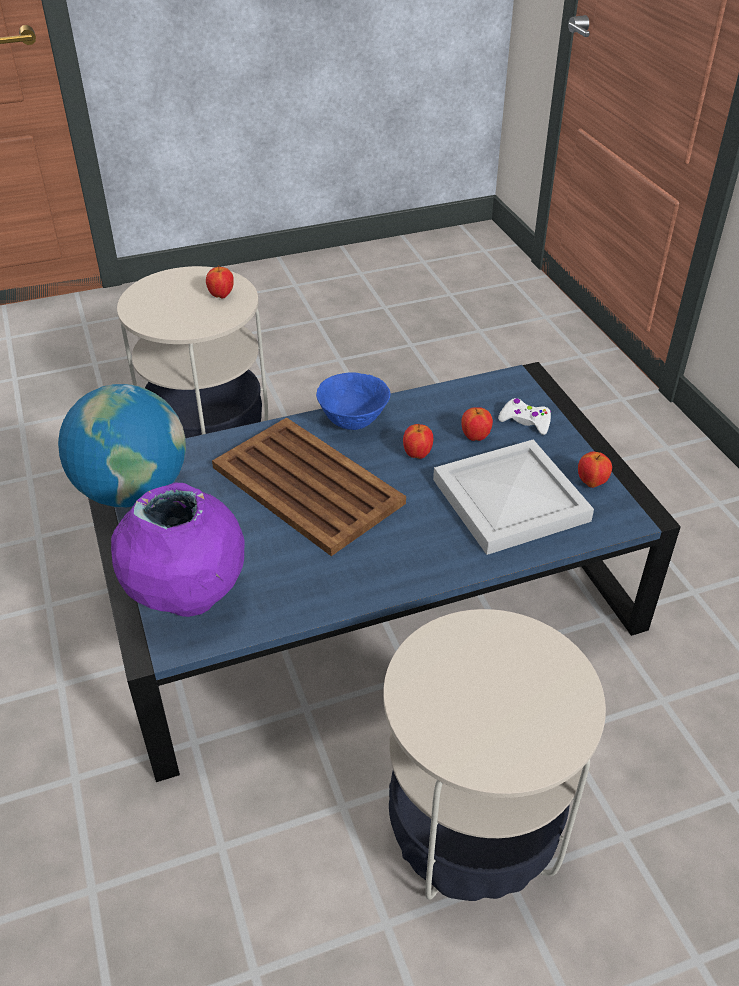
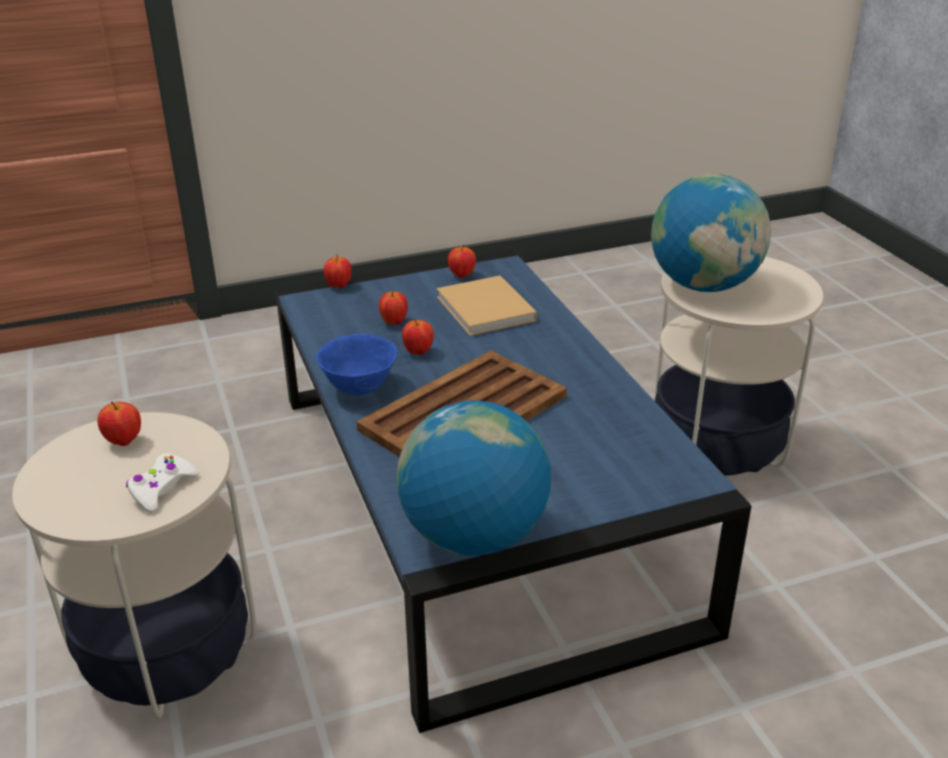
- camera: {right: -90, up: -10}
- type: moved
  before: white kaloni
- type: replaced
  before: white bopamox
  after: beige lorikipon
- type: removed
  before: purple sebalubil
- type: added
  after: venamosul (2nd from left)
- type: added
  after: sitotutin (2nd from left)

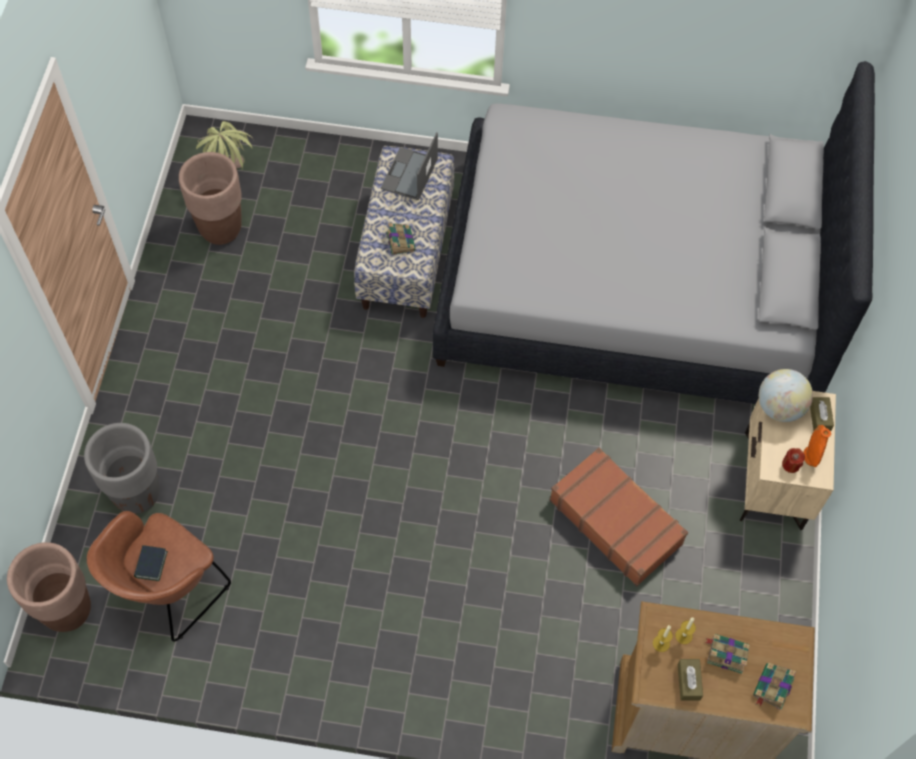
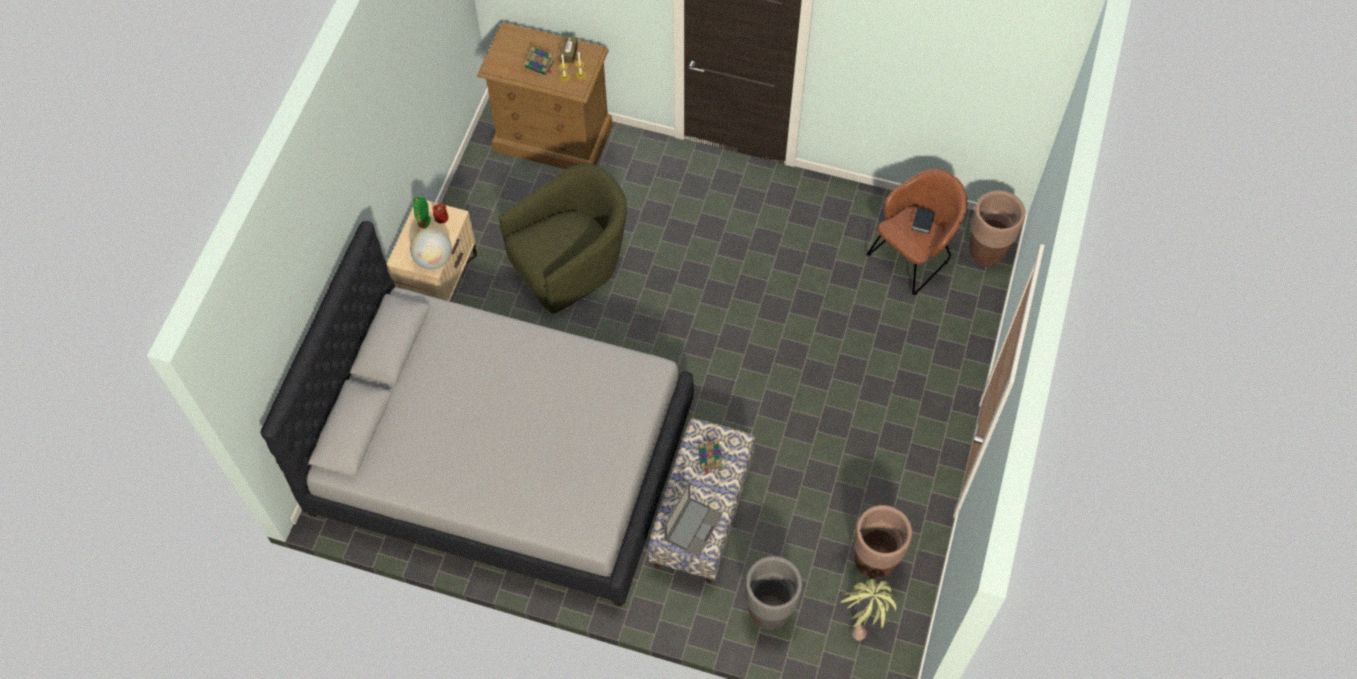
- camera: {right: -170, up: 0}
- type: removed
  before: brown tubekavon (2nd from left)
- type: moved
  before: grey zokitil
- type: recoloured
  before: orange sebalubil
  after: green sebalubil
- type: replaced
  before: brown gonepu
  after: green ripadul
- type: removed
  before: lorikipon (4th from left)

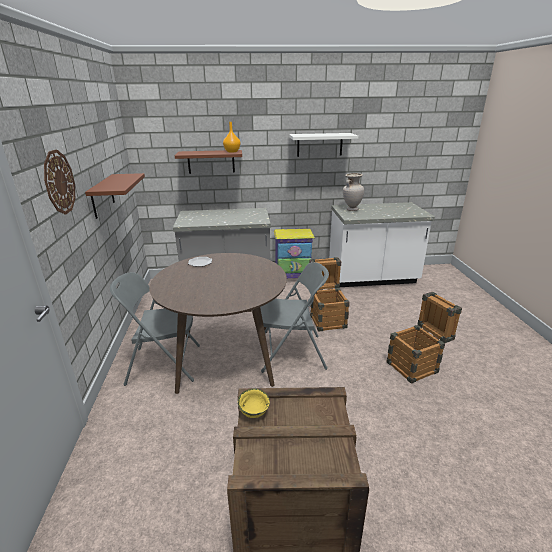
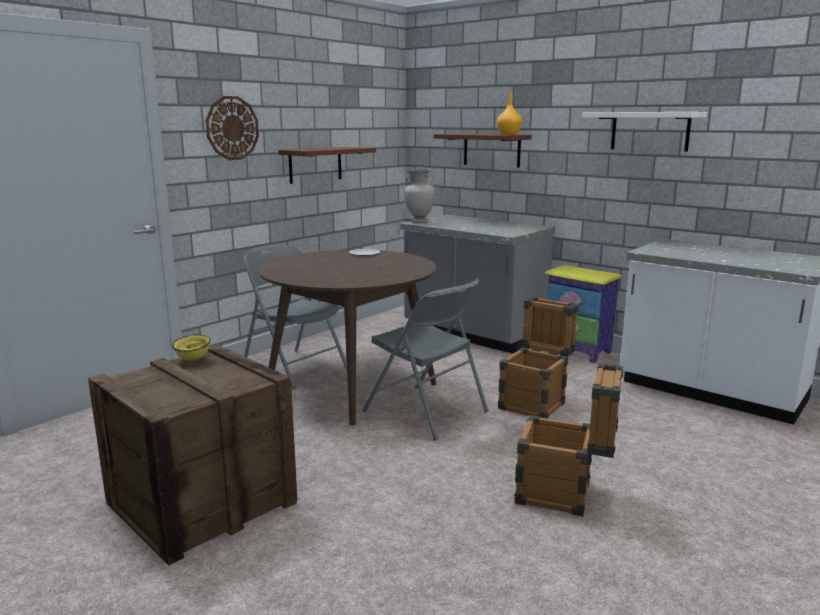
- camera: {right: 45, up: -10}
- type: moved
  before: beige sebalubil

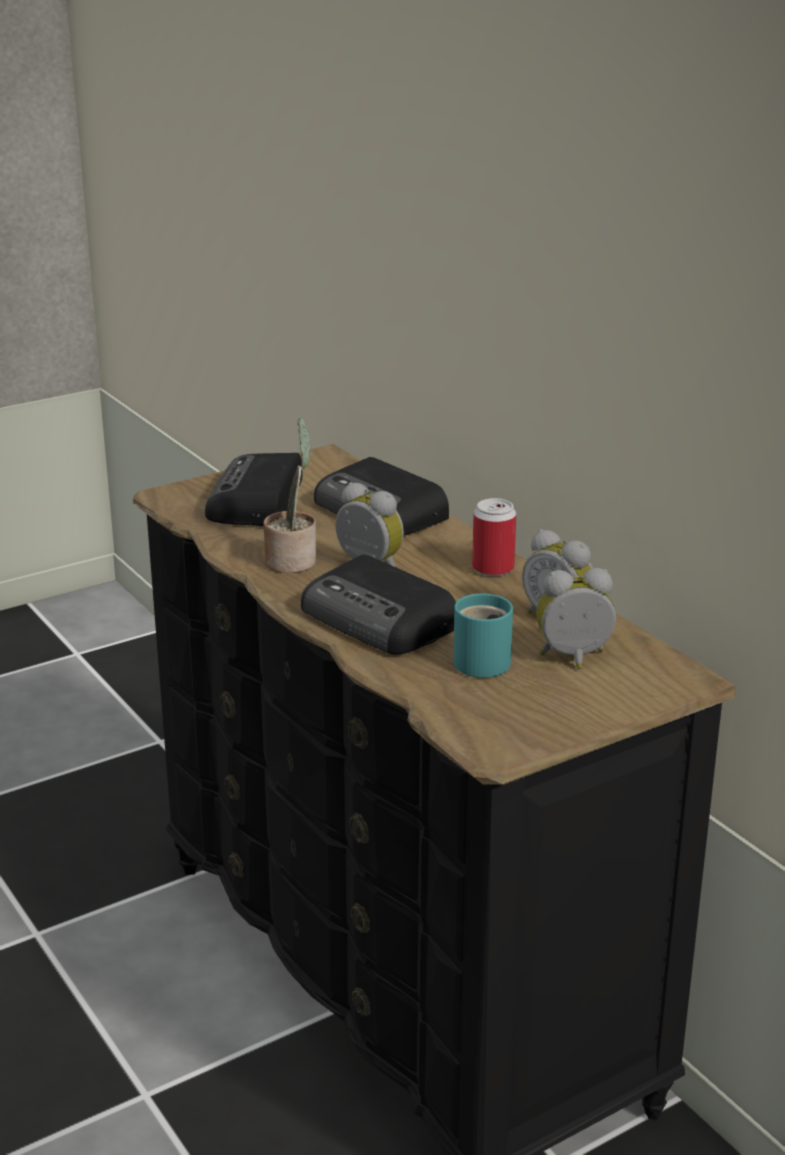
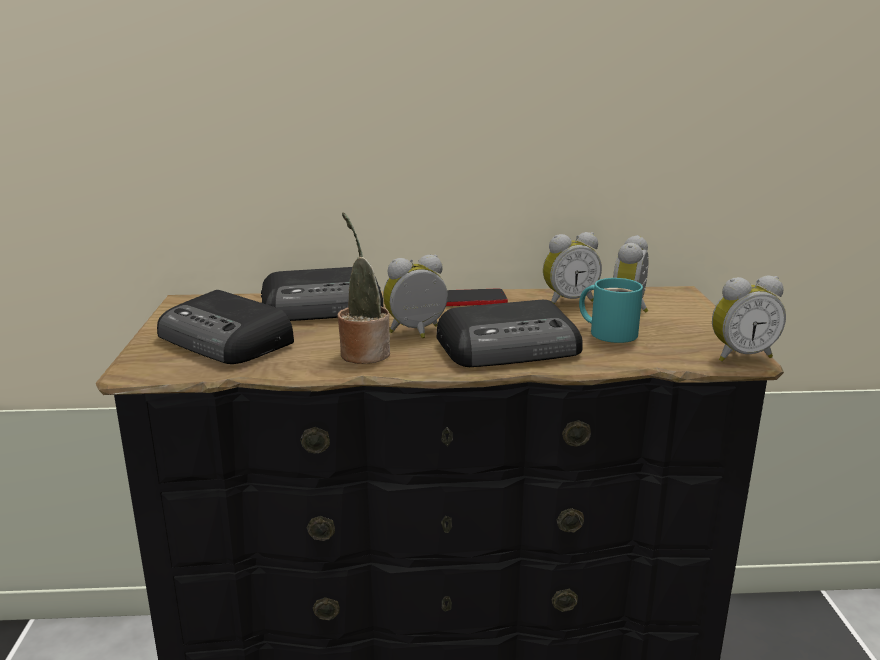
- camera: {right: -60, up: -5}
- type: replaced
  before: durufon
  after: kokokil
- type: added
  after: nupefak (4th from left)

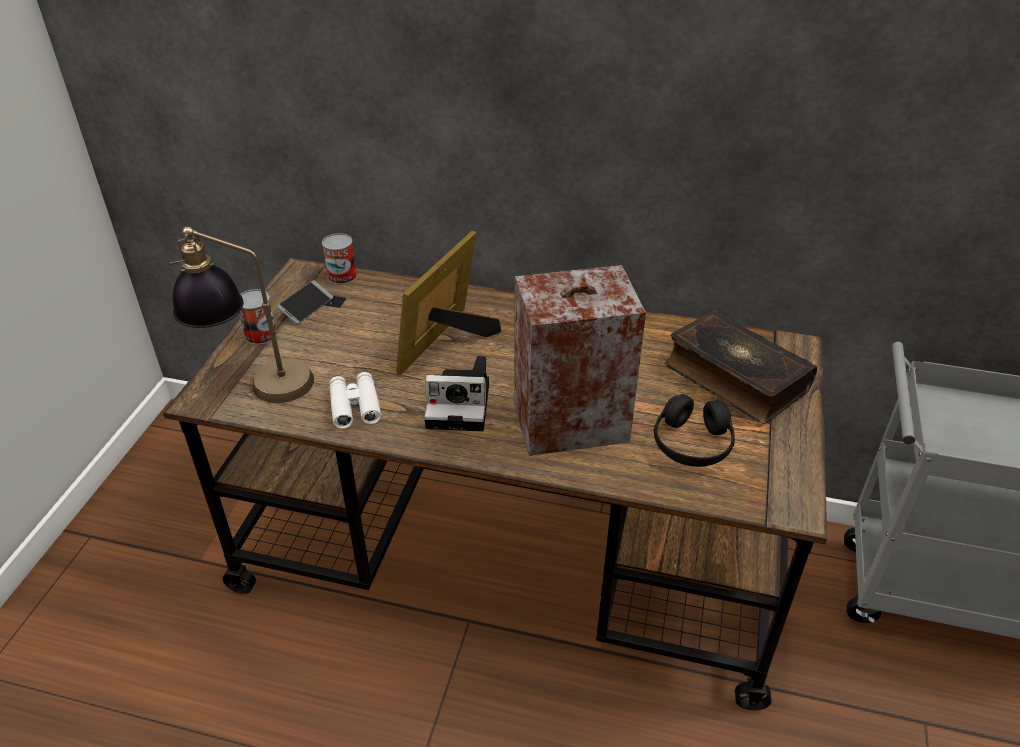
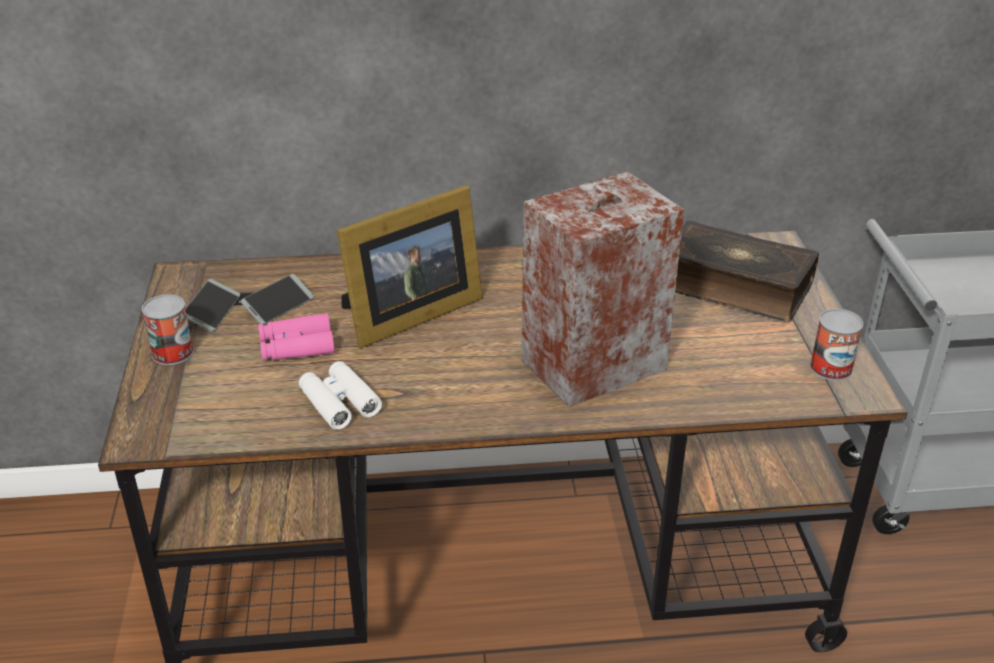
- camera: {right: -20, up: -5}
- type: removed
  before: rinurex
- type: turned
  before: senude
  turn: -135
- type: moved
  before: durufon (2nd from left)
- type: removed
  before: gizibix
- type: removed
  before: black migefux
- type: added
  after: kokokil (2nd from left)
- type: added
  after: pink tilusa

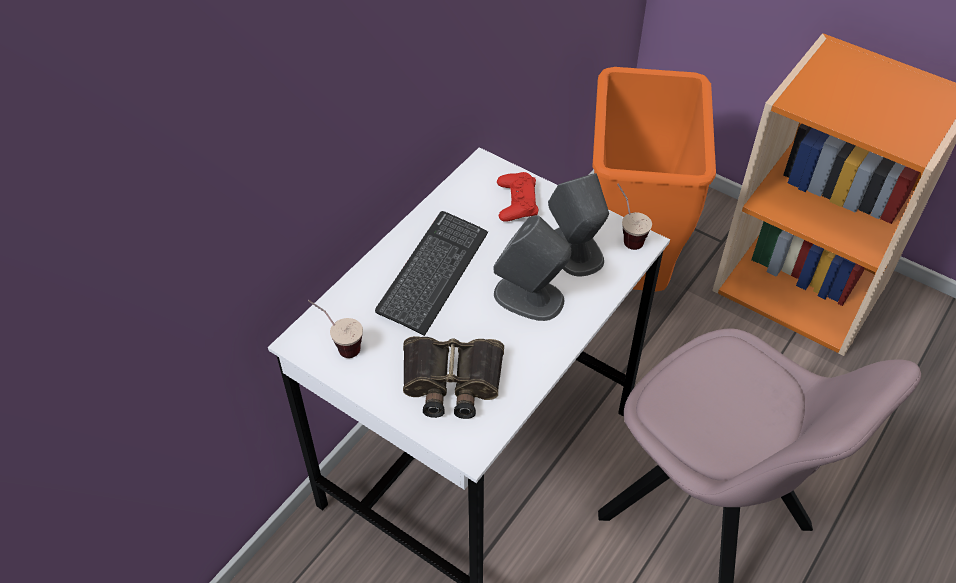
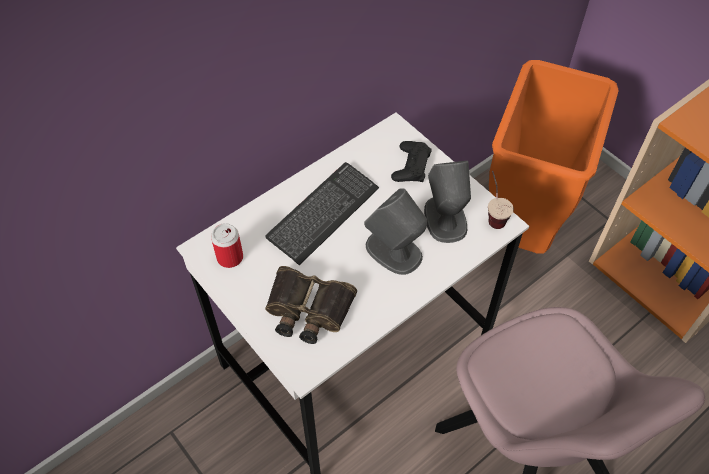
- camera: {right: 15, up: 5}
- type: recoloured
  before: red kaloni
  after: black kaloni
- type: replaced
  before: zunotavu (1st from left)
  after: durufon

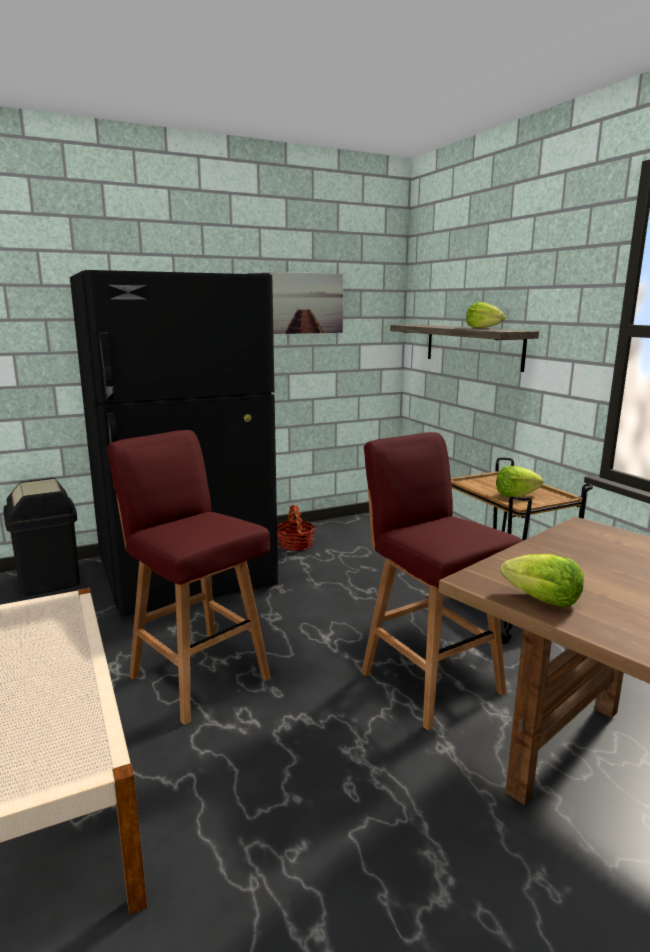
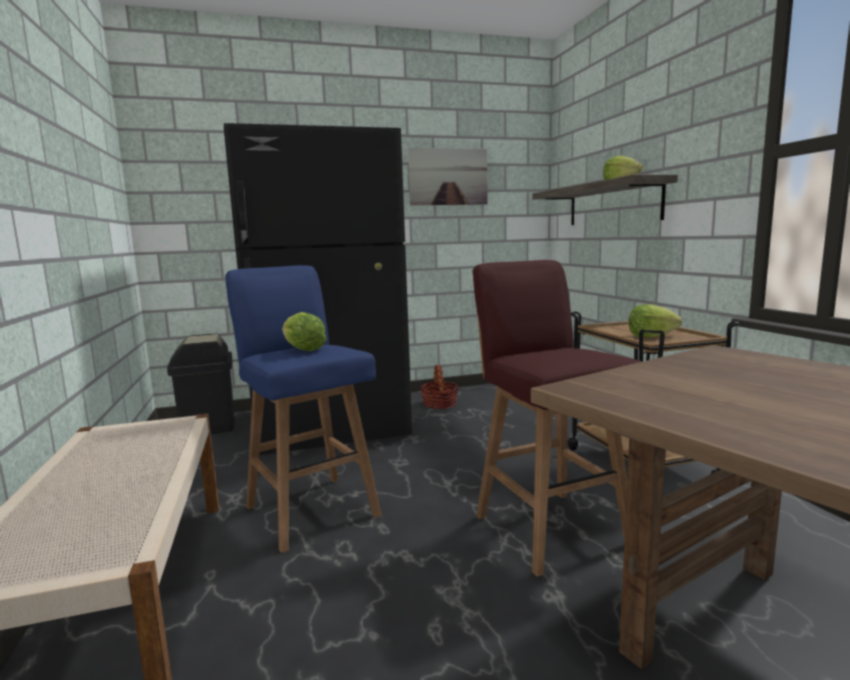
- camera: {right: 10, up: -5}
- type: recoloured
  before: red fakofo (1st from left)
  after: blue fakofo
- type: moved
  before: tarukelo (3rd from left in the first image)
  after: tarukelo (1st from left)

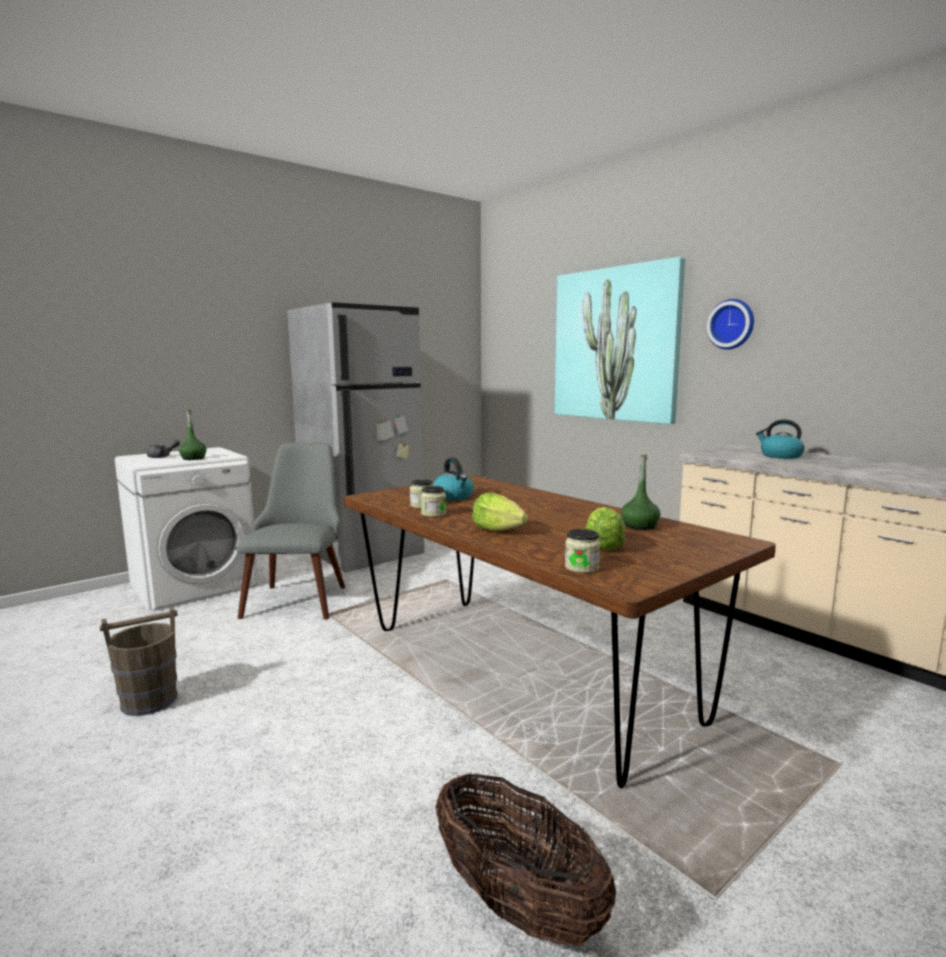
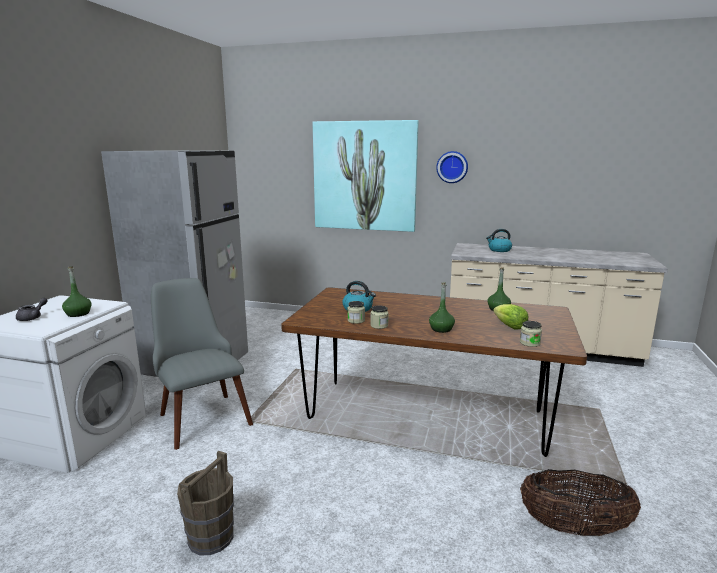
- camera: {right: -35, up: 5}
- type: replaced
  before: tarukelo (1st from left)
  after: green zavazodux (2nd from left)

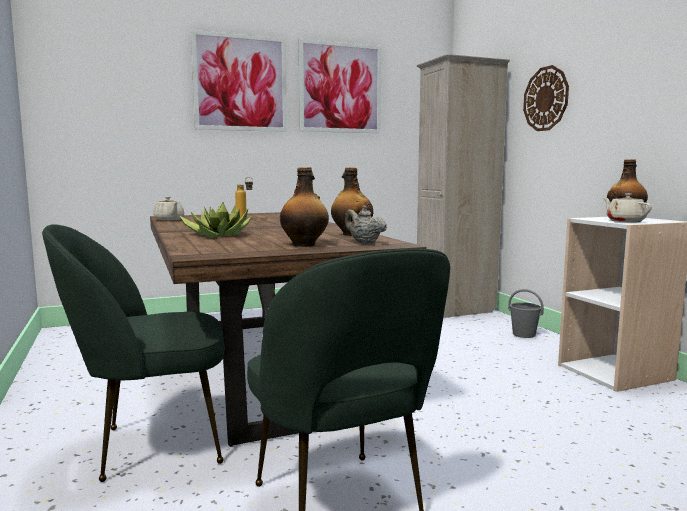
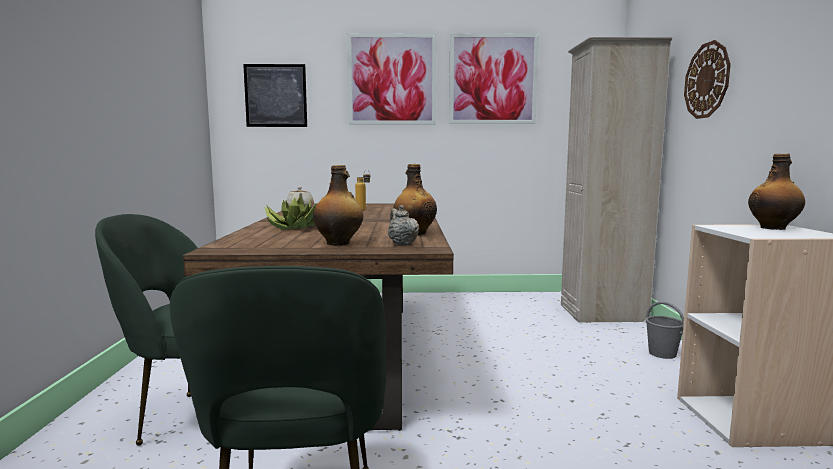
- camera: {right: 20, up: 0}
- type: removed
  before: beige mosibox (3rd from left)
- type: added
  after: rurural (1st from left)

